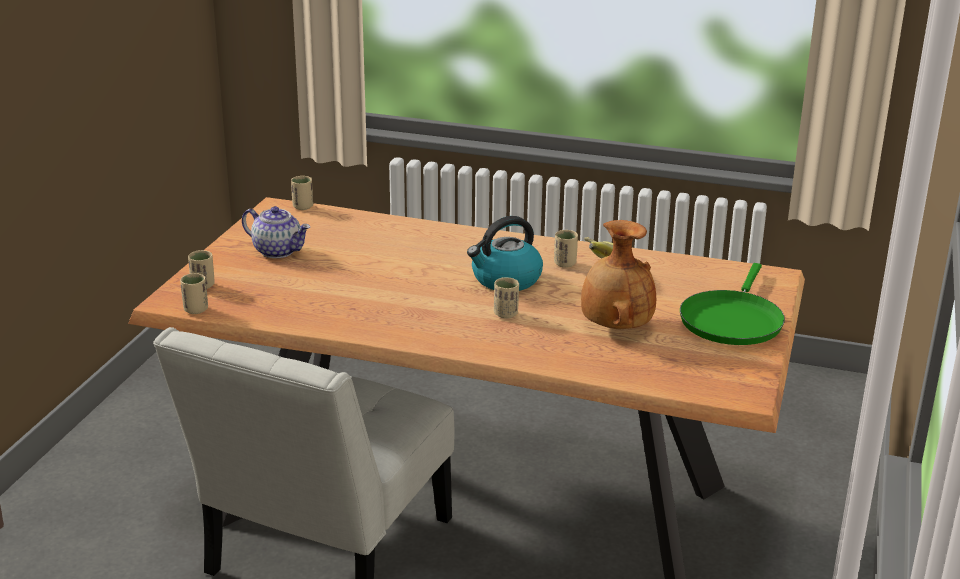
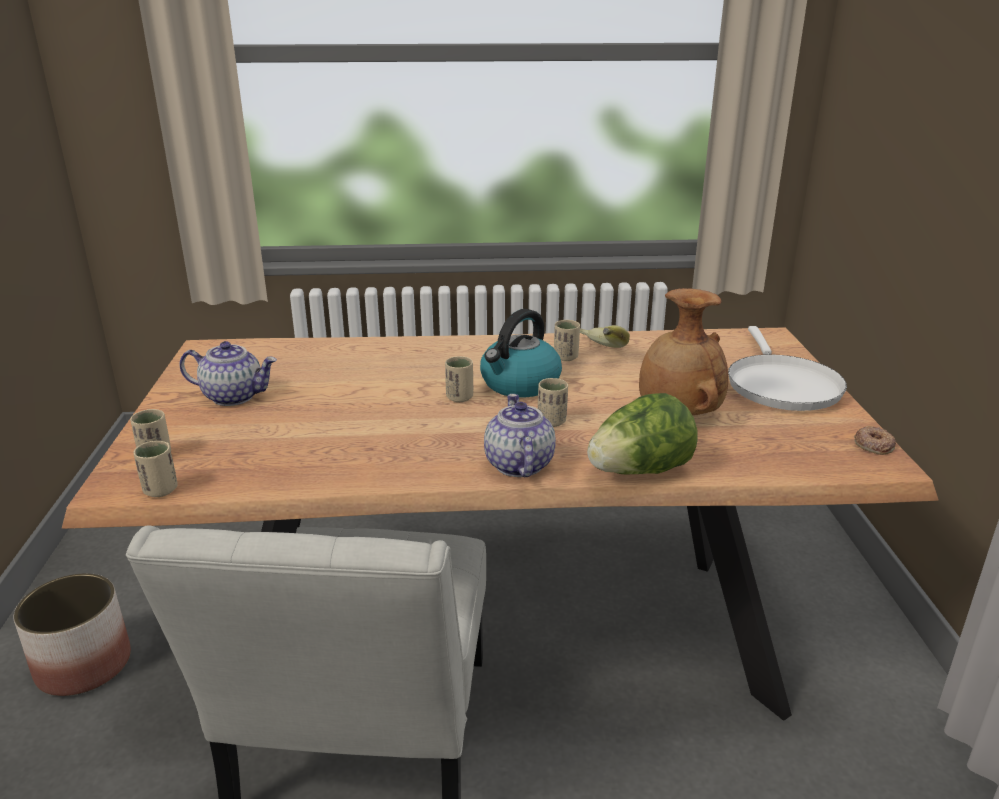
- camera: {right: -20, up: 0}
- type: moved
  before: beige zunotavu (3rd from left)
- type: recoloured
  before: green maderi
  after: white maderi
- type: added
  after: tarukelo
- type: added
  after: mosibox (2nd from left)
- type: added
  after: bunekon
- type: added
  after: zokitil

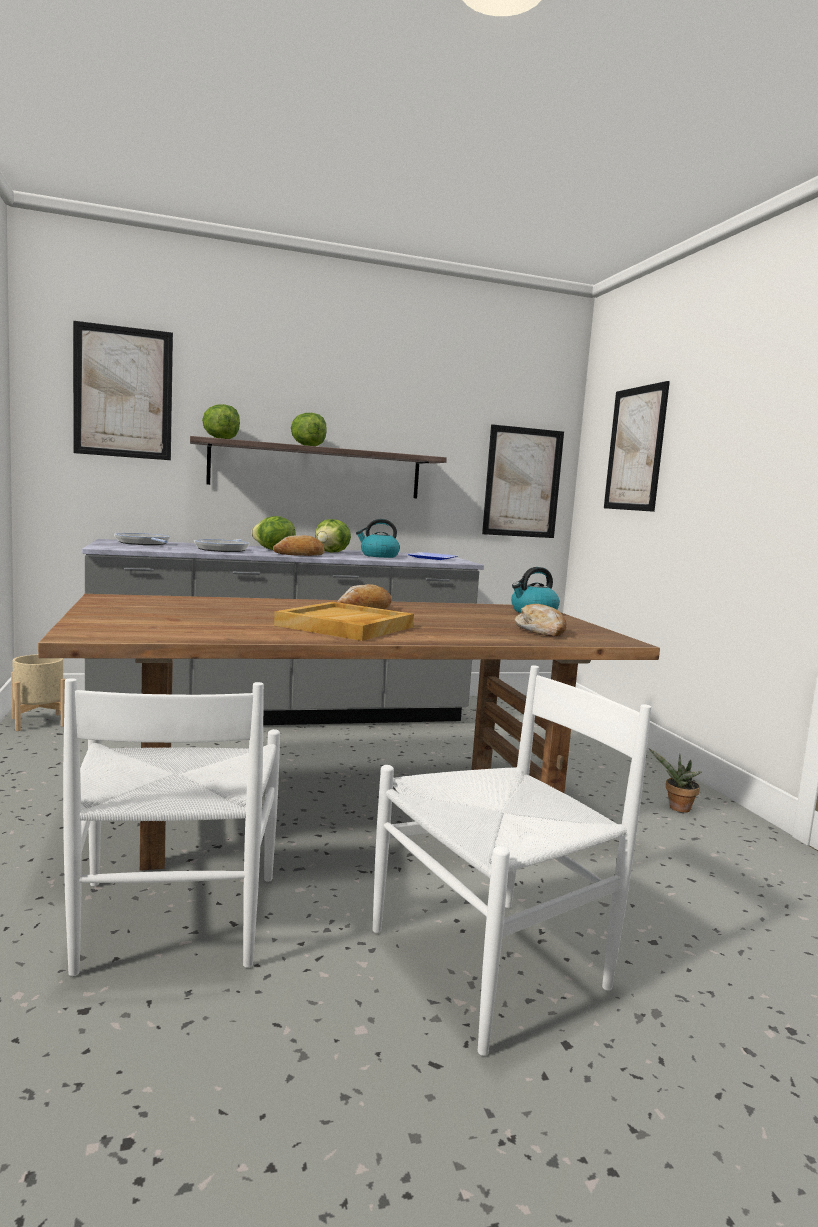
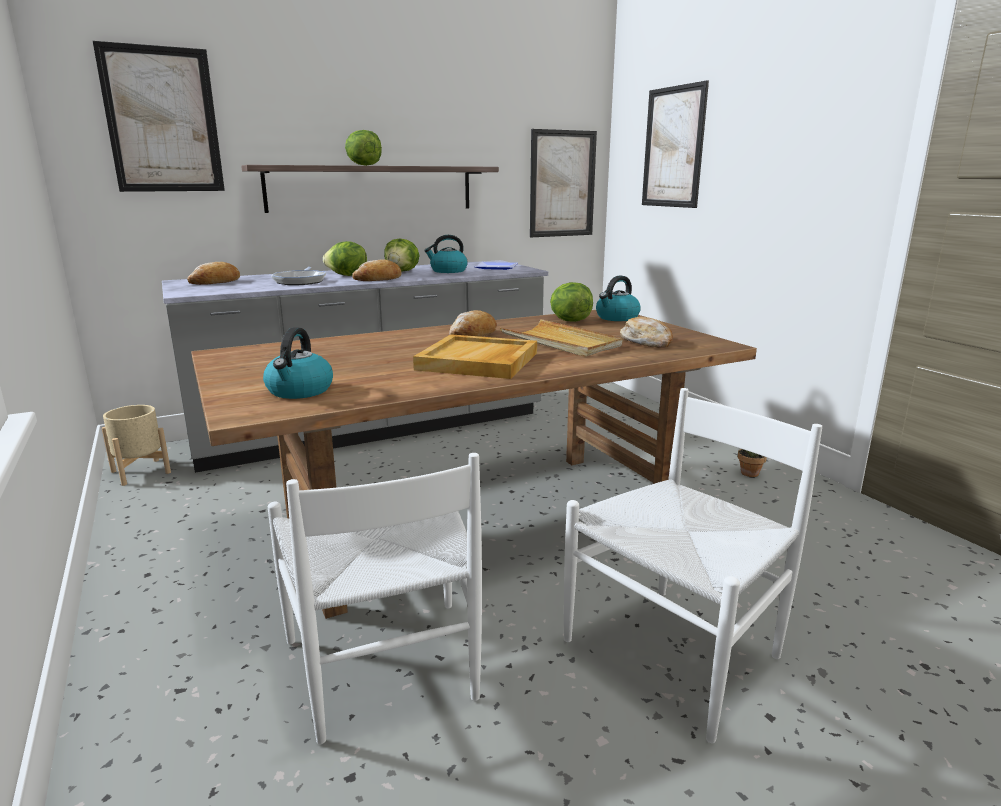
- camera: {right: -10, up: 10}
- type: moved
  before: tarukelo (1st from left in the first image)
  after: tarukelo (4th from left)
- type: replaced
  before: maderi (1st from left)
  after: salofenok (1st from left)
- type: added
  after: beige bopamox (2nd from left)
- type: added
  after: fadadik (1st from left)

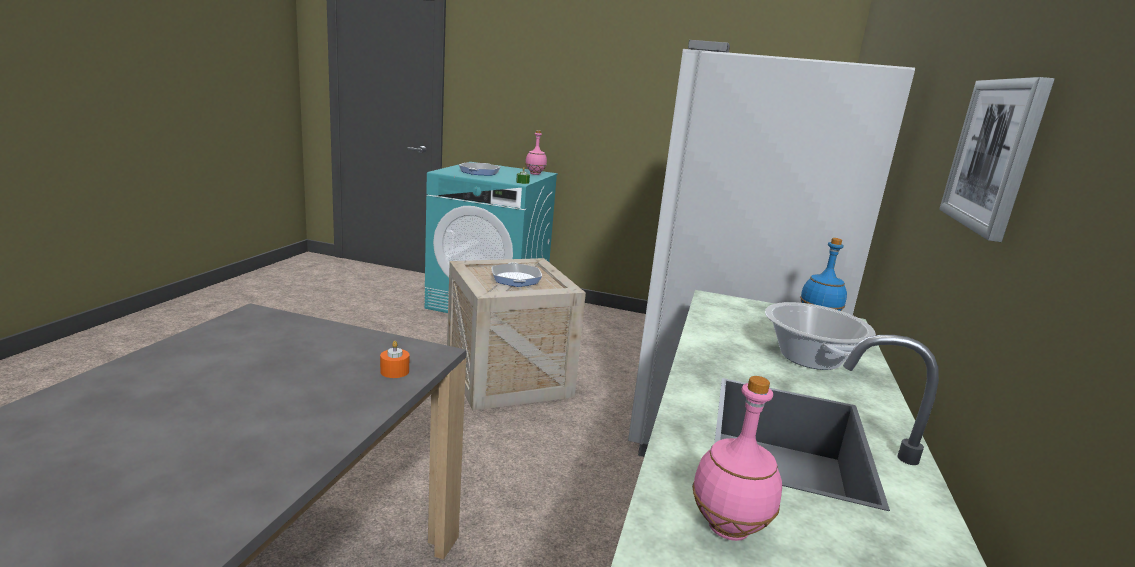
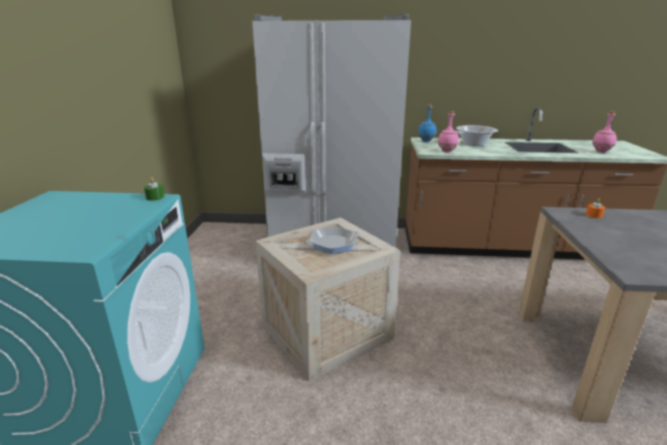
- camera: {right: -100, up: 5}
- type: removed
  before: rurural
- type: moved
  before: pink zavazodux (1st from left)
- type: removed
  before: maderi (1st from left)

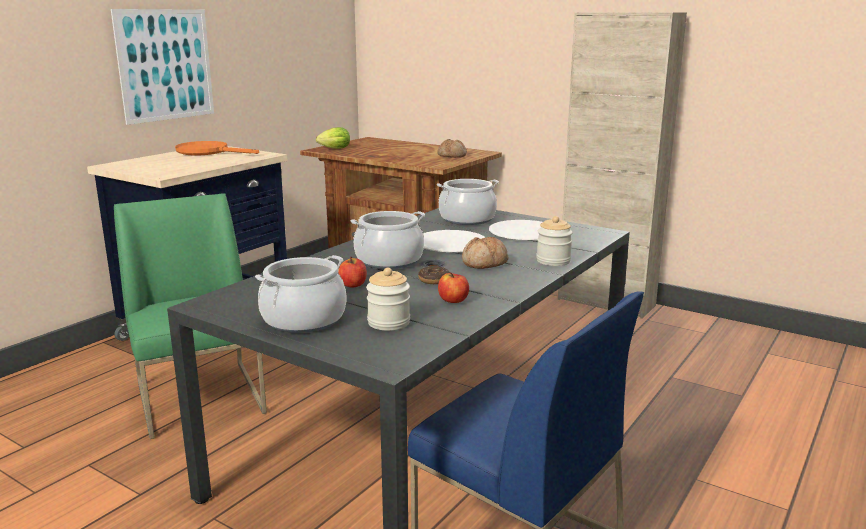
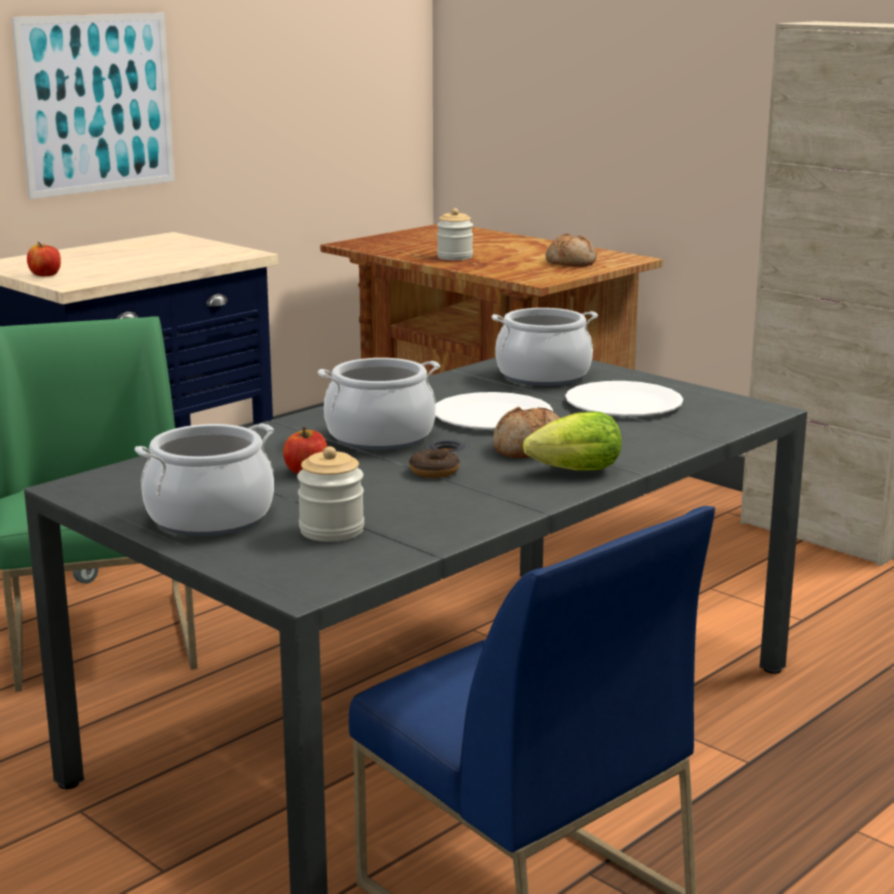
- camera: {right: 10, up: 0}
- type: moved
  before: tarukelo
- type: removed
  before: orange maderi
- type: moved
  before: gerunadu (2nd from left)
- type: moved
  before: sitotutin (2nd from left in the first image)
  after: sitotutin (1st from left)

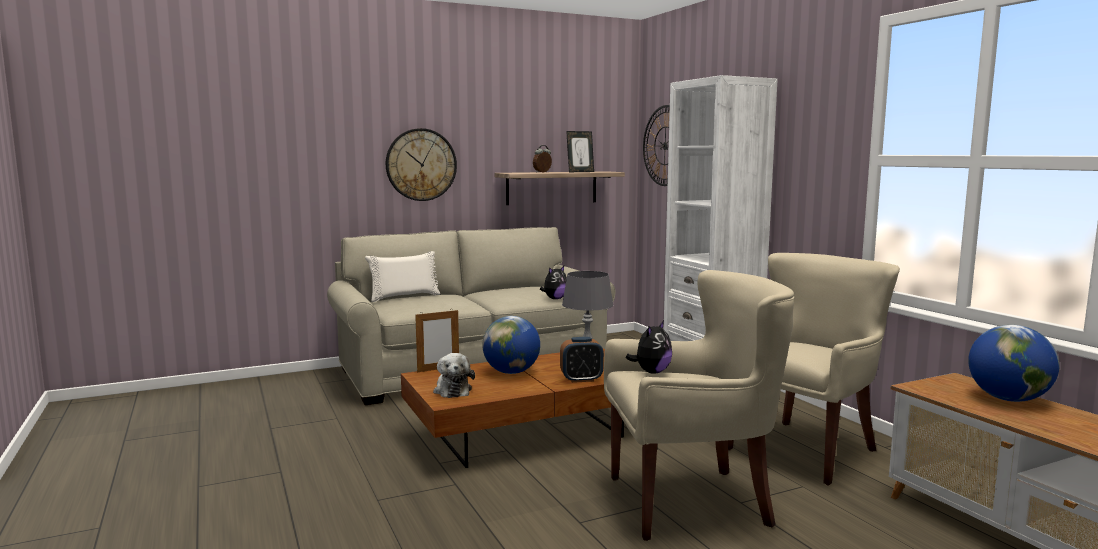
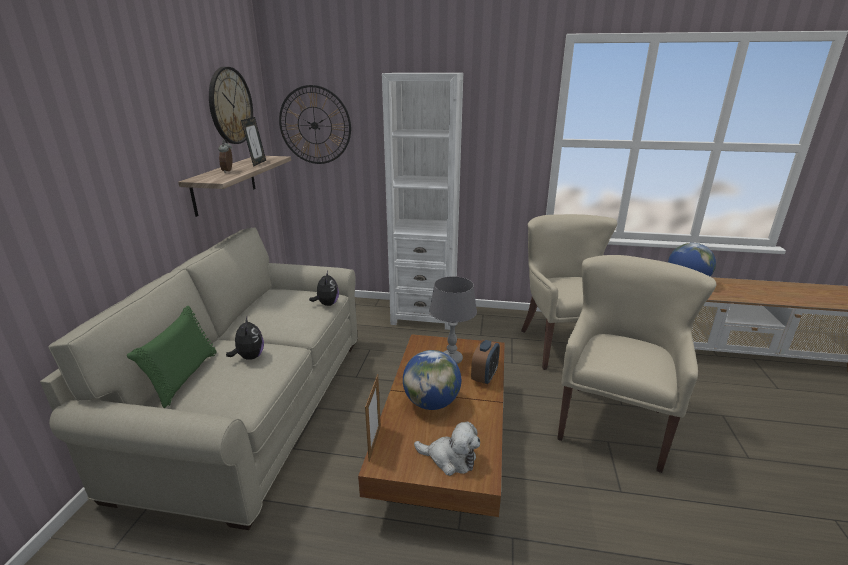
- camera: {right: -55, up: 15}
- type: moved
  before: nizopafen (1st from left)
- type: recoloured
  before: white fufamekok
  after: green fufamekok
- type: moved
  before: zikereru (3rd from left in the first image)
  after: zikereru (1st from left)

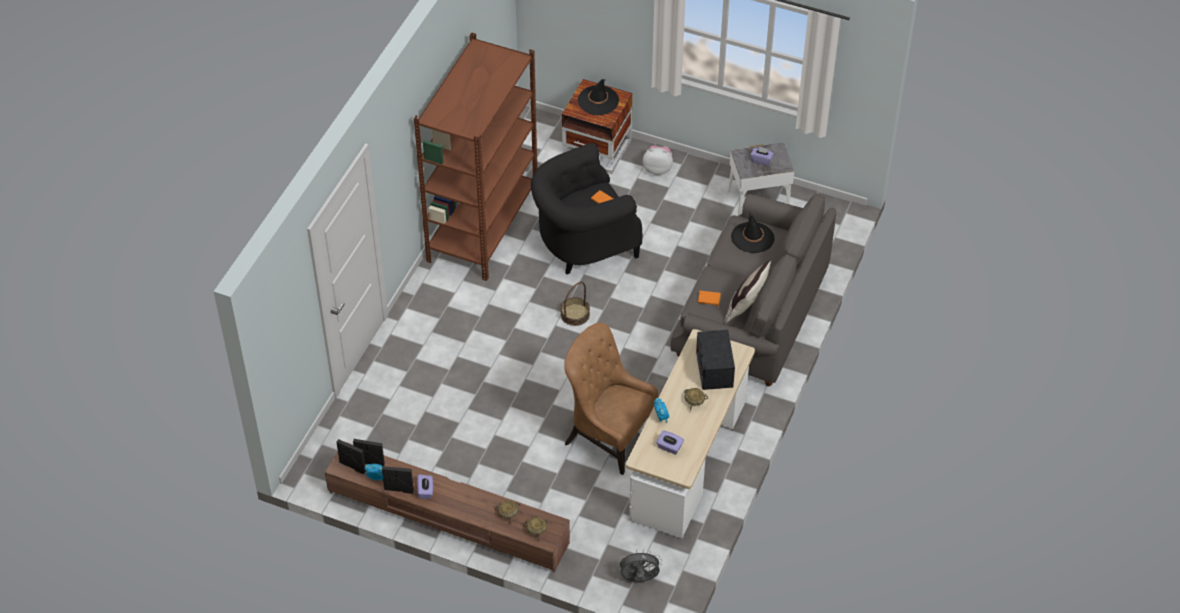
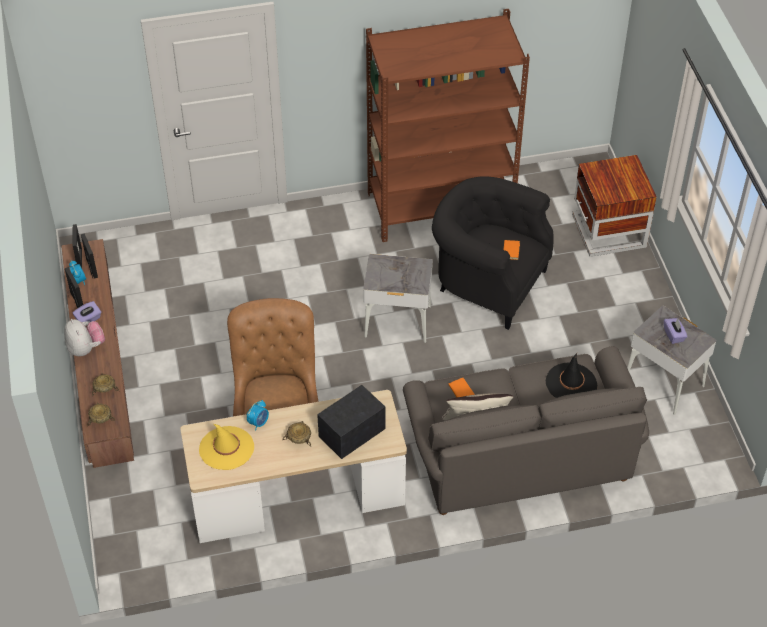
- camera: {right: 55, up: 0}
- type: removed
  before: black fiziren (1st from left)
- type: moved
  before: zikereru
- type: replaced
  before: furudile
  after: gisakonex (1st from left)
- type: replaced
  before: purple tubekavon (2nd from left)
  after: yellow fiziren
- type: removed
  before: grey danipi

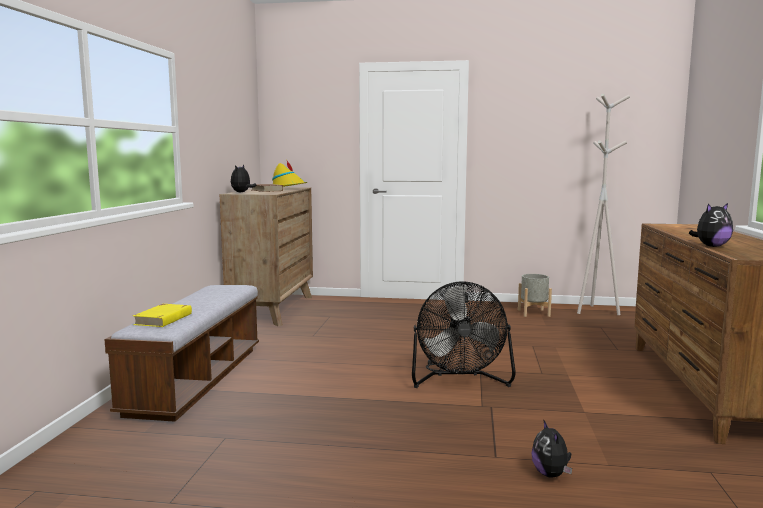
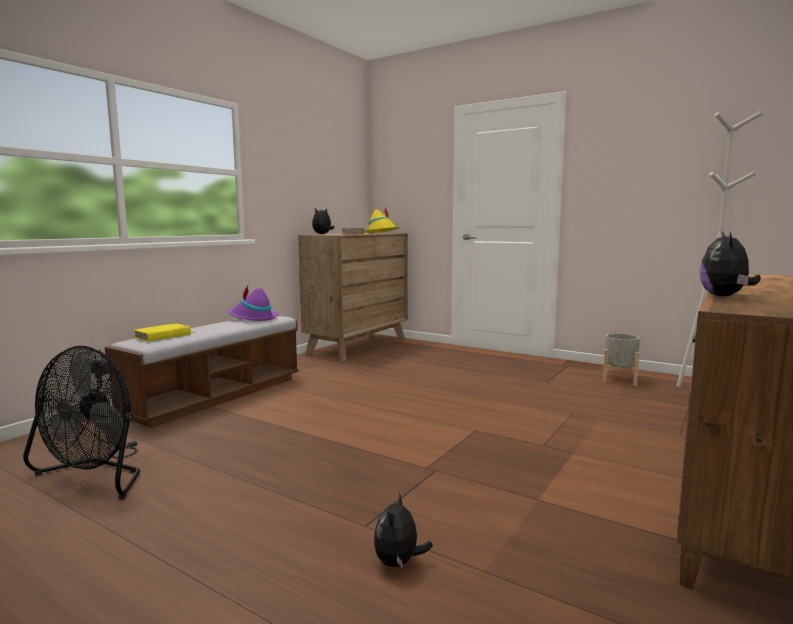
- camera: {right: 25, up: 0}
- type: turned
  before: zikereru (3rd from left)
  turn: 105
- type: moved
  before: black danipi
- type: added
  after: purple fiziren

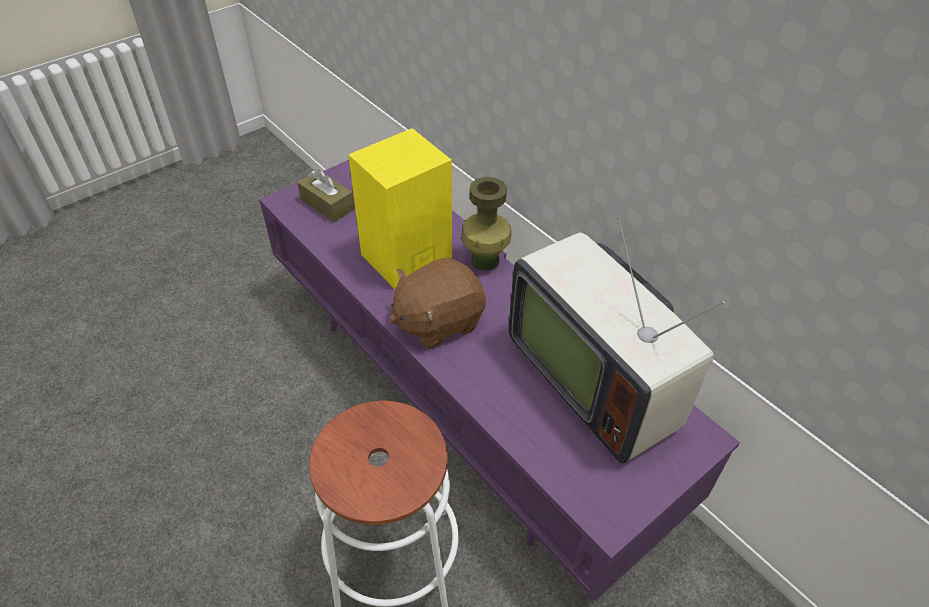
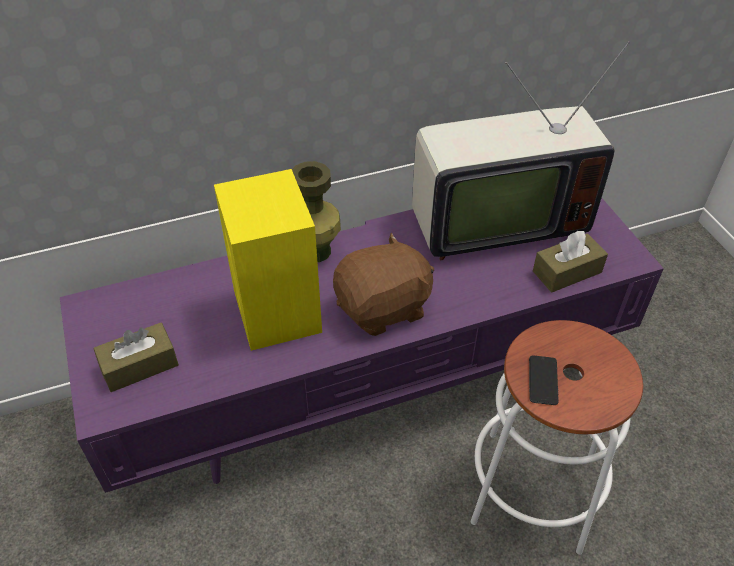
- camera: {right: -70, up: 0}
- type: turned
  before: brown zikereru
  turn: -105
- type: added
  after: brown tubekavon (2nd from left)
- type: added
  after: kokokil

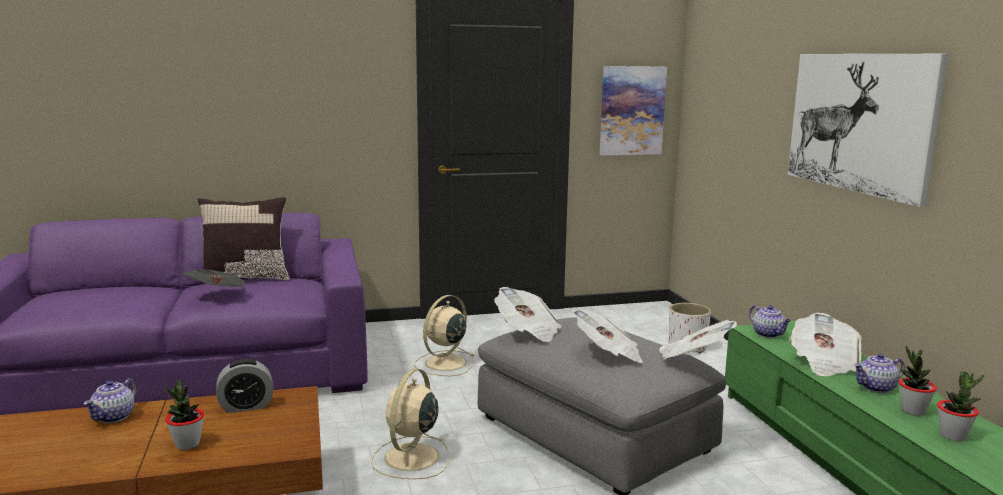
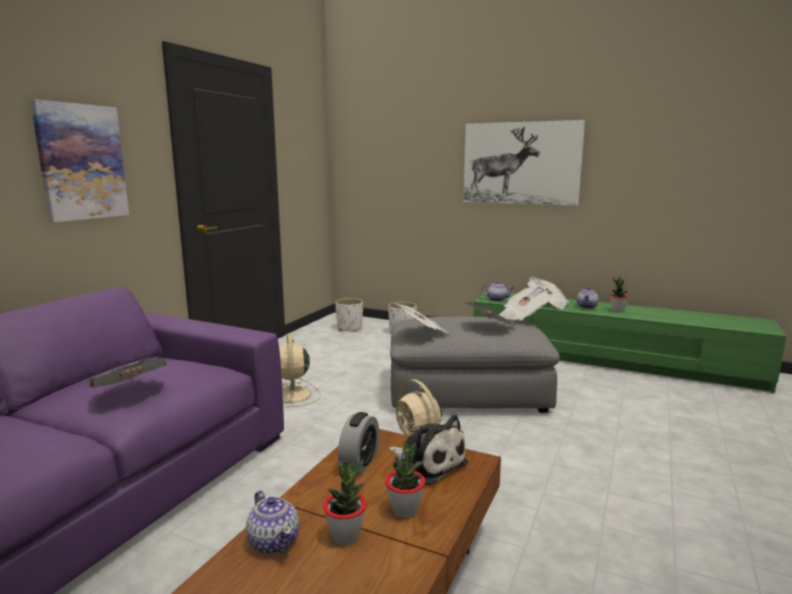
- camera: {right: -50, up: 0}
- type: moved
  before: rurural (1st from left)
- type: removed
  before: fufamekok
- type: moved
  before: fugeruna (3rd from left in the first image)
  after: fugeruna (1st from left)
- type: added
  after: white zokitil (1st from left)
- type: added
  after: zikereru

